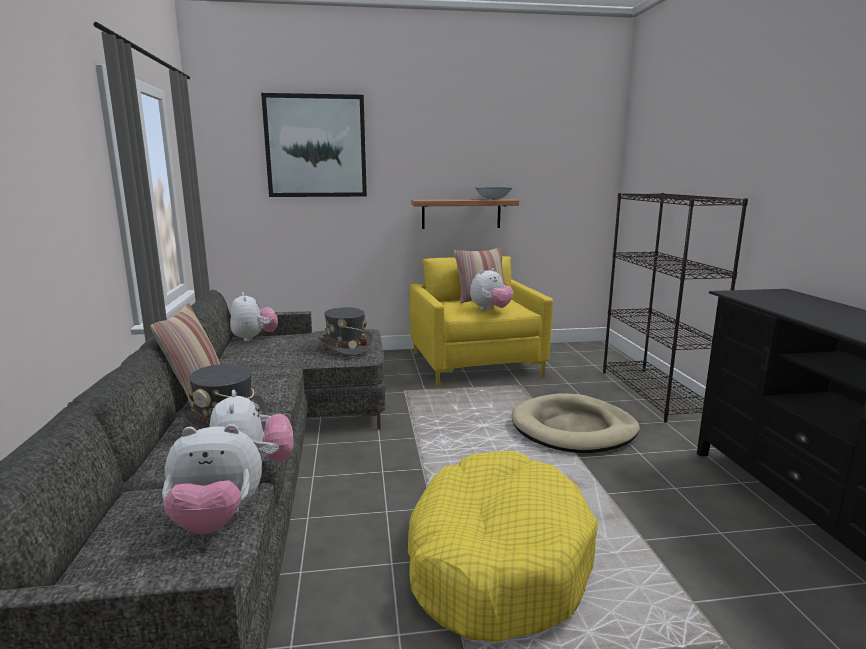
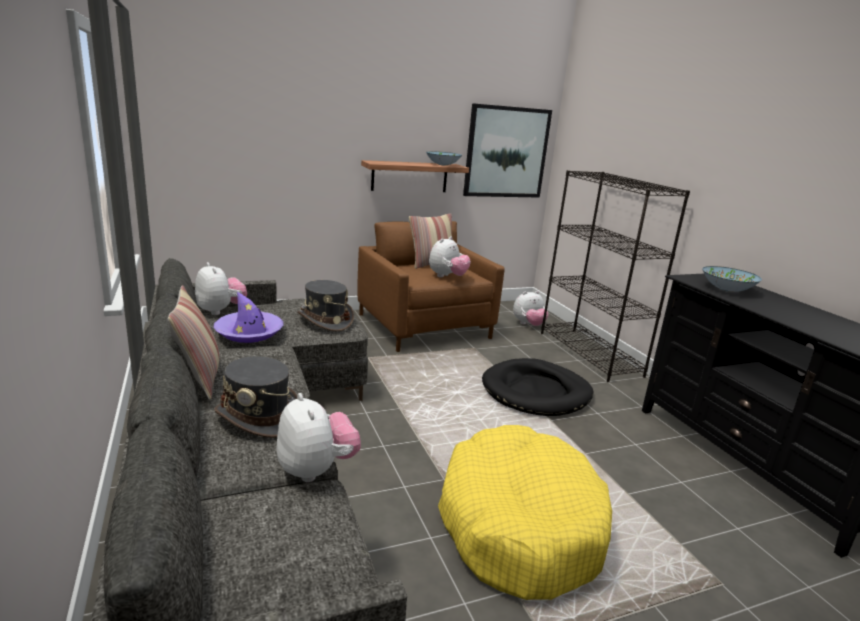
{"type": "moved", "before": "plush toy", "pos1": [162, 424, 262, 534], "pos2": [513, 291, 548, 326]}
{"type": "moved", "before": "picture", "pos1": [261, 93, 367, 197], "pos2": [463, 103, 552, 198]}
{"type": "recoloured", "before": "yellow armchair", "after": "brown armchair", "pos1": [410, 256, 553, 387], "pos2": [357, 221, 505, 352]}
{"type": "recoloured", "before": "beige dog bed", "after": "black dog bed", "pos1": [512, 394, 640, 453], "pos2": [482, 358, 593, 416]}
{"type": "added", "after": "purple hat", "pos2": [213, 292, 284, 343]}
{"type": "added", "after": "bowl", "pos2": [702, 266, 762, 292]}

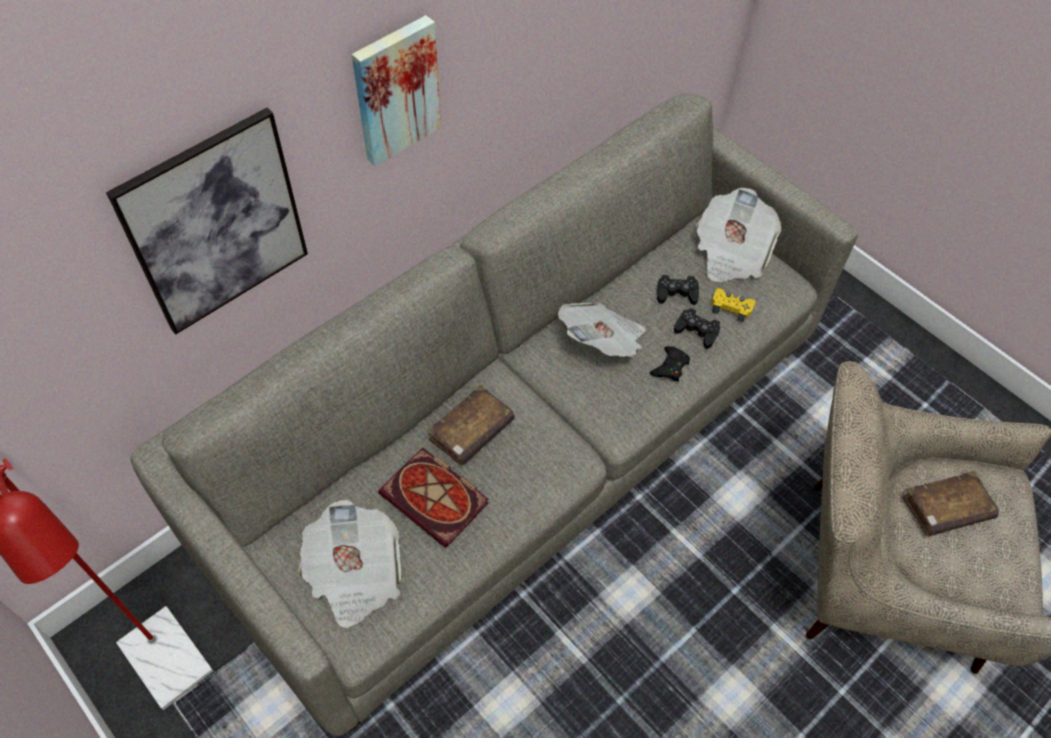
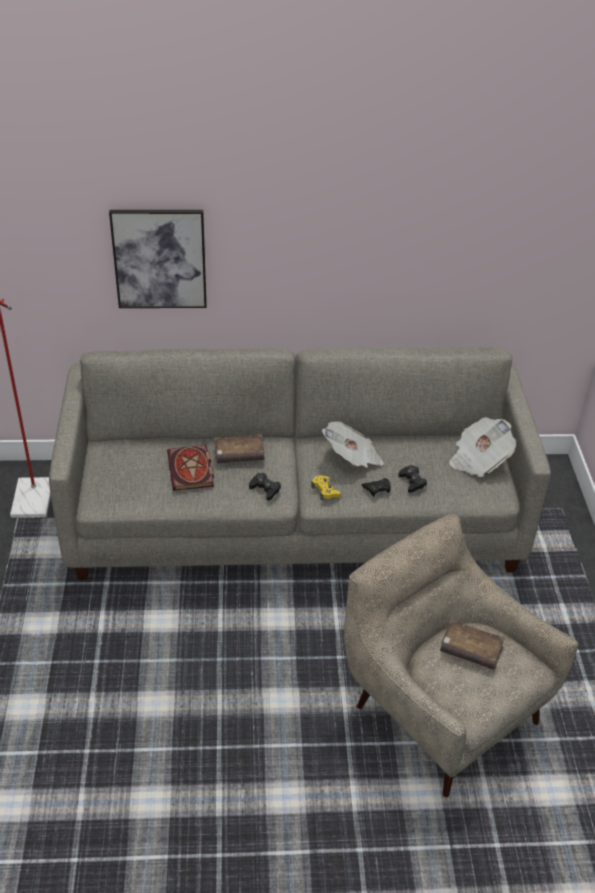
{"type": "removed", "before": "newspaper", "pos1": [299, 500, 401, 628]}
{"type": "removed", "before": "picture", "pos1": [352, 15, 441, 166]}
{"type": "moved", "before": "black game controller", "pos1": [657, 275, 699, 305], "pos2": [249, 473, 281, 500]}
{"type": "moved", "before": "yellow game controller", "pos1": [712, 288, 756, 322], "pos2": [311, 475, 341, 500]}

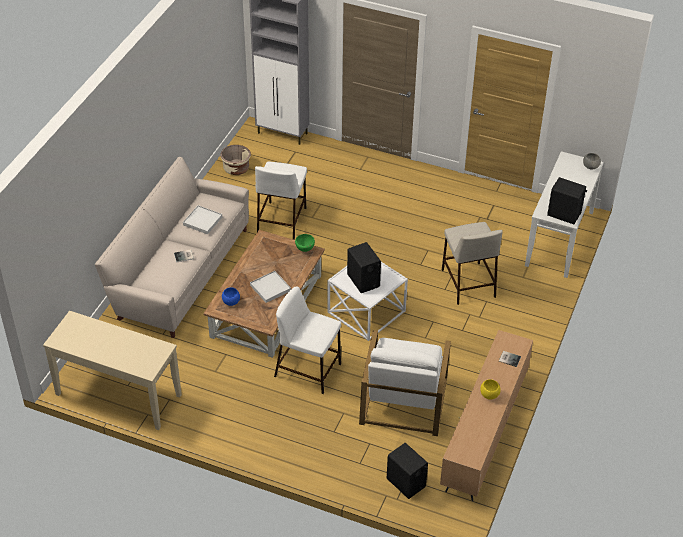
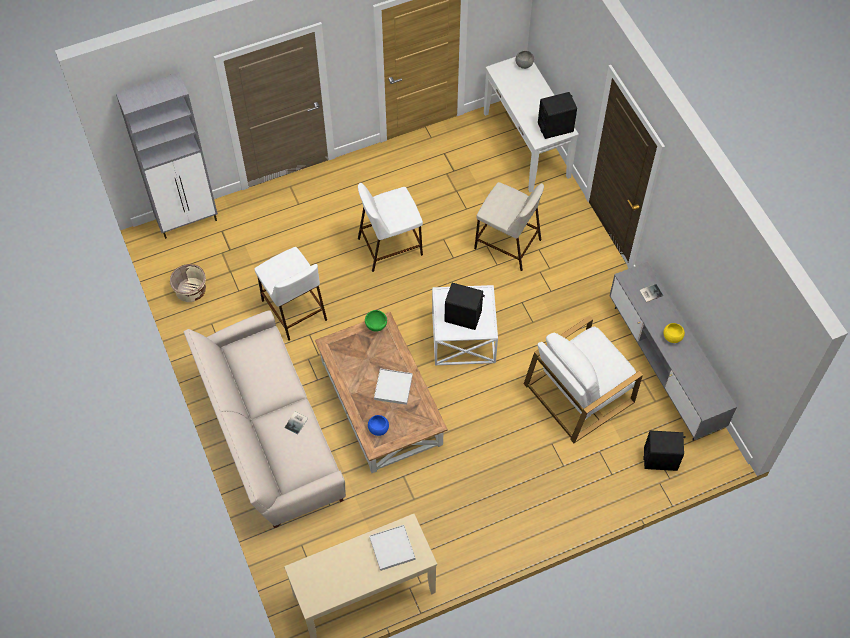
{"type": "moved", "before": "white tray", "pos1": [183, 205, 222, 234], "pos2": [369, 525, 415, 571]}
{"type": "moved", "before": "white stool", "pos1": [274, 286, 341, 394], "pos2": [358, 183, 423, 272]}
{"type": "turned", "before": "white armchair", "pos1": [359, 330, 451, 436], "pos2": [524, 315, 643, 443], "turn": 90}
{"type": "recoloured", "before": "brown tv stand", "after": "grey tv stand", "pos1": [440, 330, 533, 501], "pos2": [610, 262, 737, 441]}

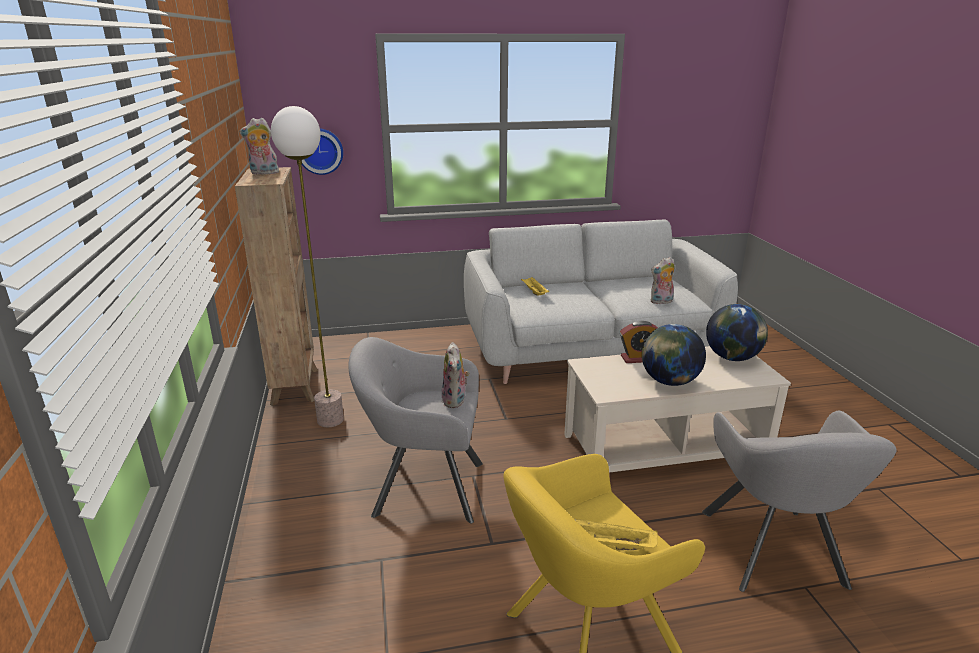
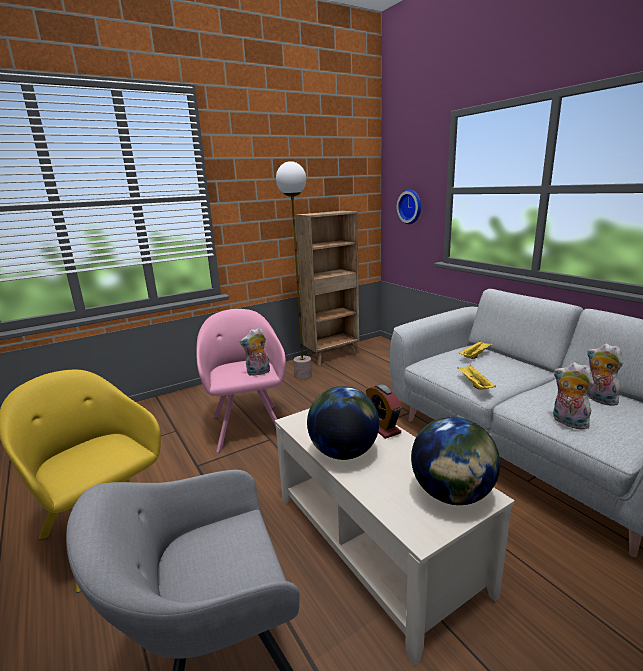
{"type": "moved", "before": "plush toy", "pos1": [239, 118, 279, 175], "pos2": [587, 343, 623, 406]}
{"type": "recoloured", "before": "grey armchair", "after": "pink armchair", "pos1": [348, 337, 483, 523], "pos2": [196, 309, 286, 453]}
{"type": "moved", "before": "yellow tray", "pos1": [574, 518, 658, 550], "pos2": [458, 365, 496, 390]}

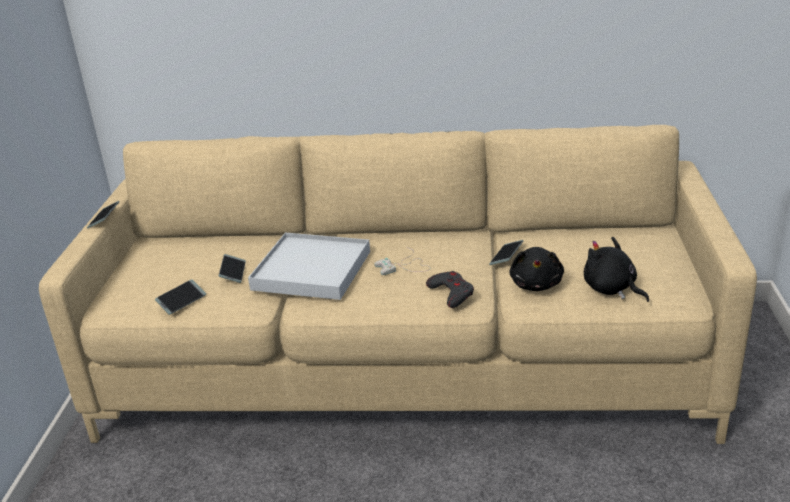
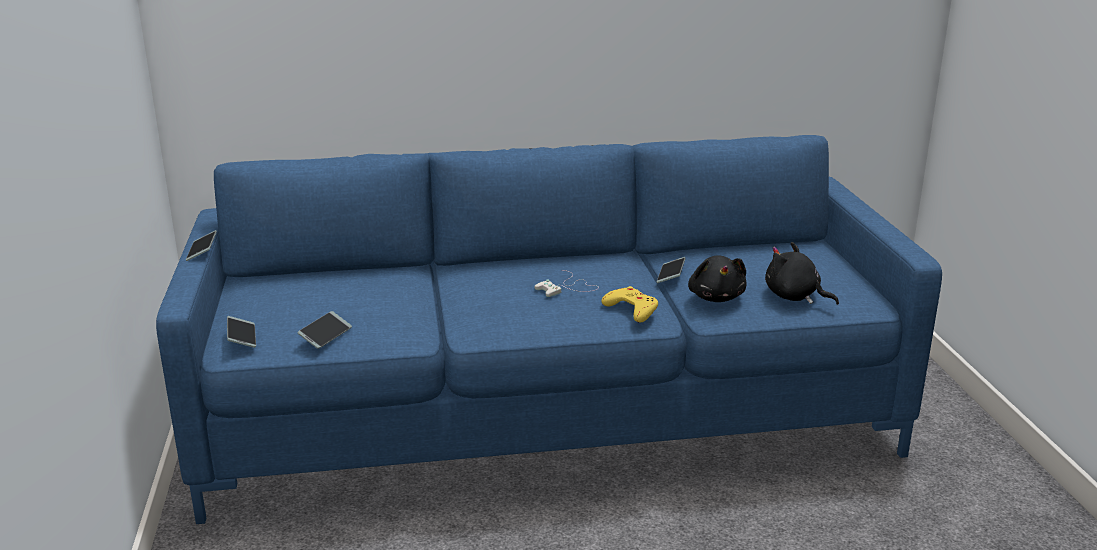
{"type": "recoloured", "before": "beige sofa", "after": "blue sofa", "pos1": [39, 125, 757, 444], "pos2": [156, 135, 942, 524]}
{"type": "moved", "before": "phone", "pos1": [219, 254, 246, 283], "pos2": [227, 316, 256, 348]}
{"type": "removed", "before": "white tray", "pos1": [248, 233, 370, 300]}
{"type": "recoloured", "before": "grey game controller", "after": "yellow game controller", "pos1": [426, 271, 474, 308], "pos2": [601, 286, 658, 322]}

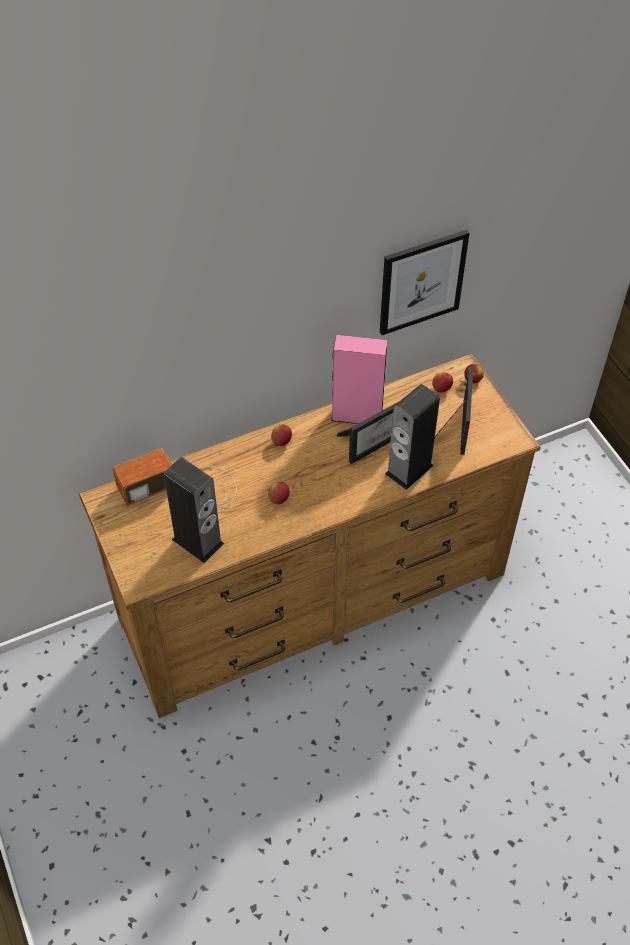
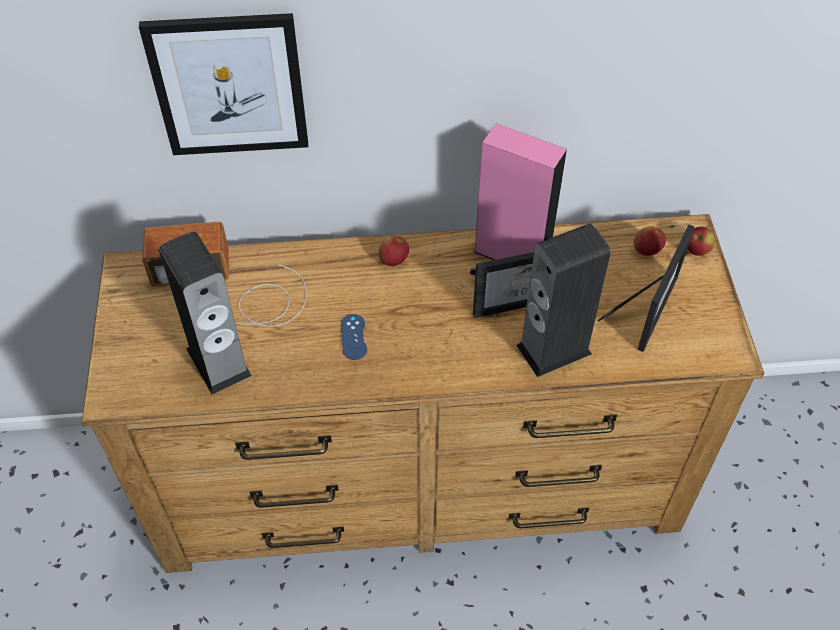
{"type": "replaced", "before": "apple", "after": "blue game controller", "pos1": [268, 482, 290, 504], "pos2": [341, 314, 367, 360]}
{"type": "moved", "before": "picture", "pos1": [380, 230, 469, 335], "pos2": [139, 13, 308, 155]}

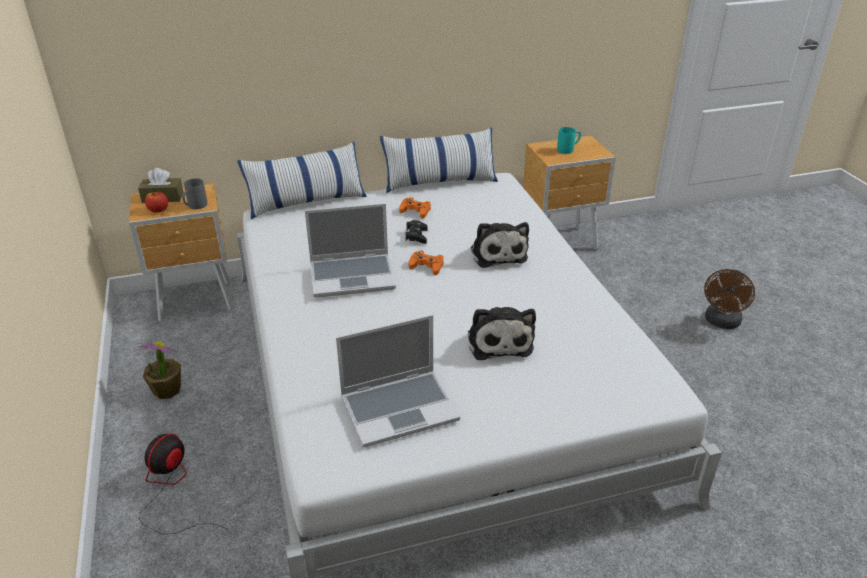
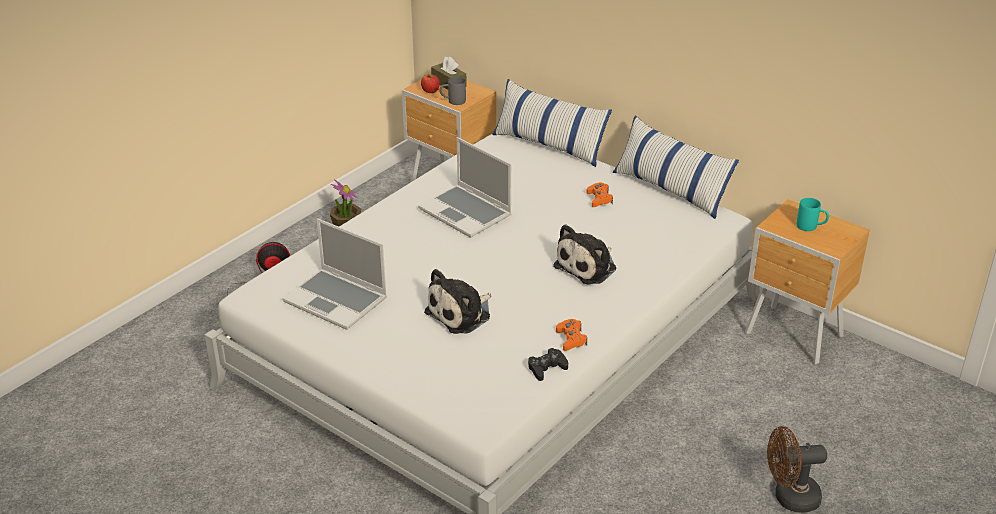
{"type": "moved", "before": "black game controller", "pos1": [405, 220, 428, 244], "pos2": [528, 348, 568, 381]}
{"type": "moved", "before": "orange game controller", "pos1": [409, 250, 444, 275], "pos2": [556, 319, 587, 351]}

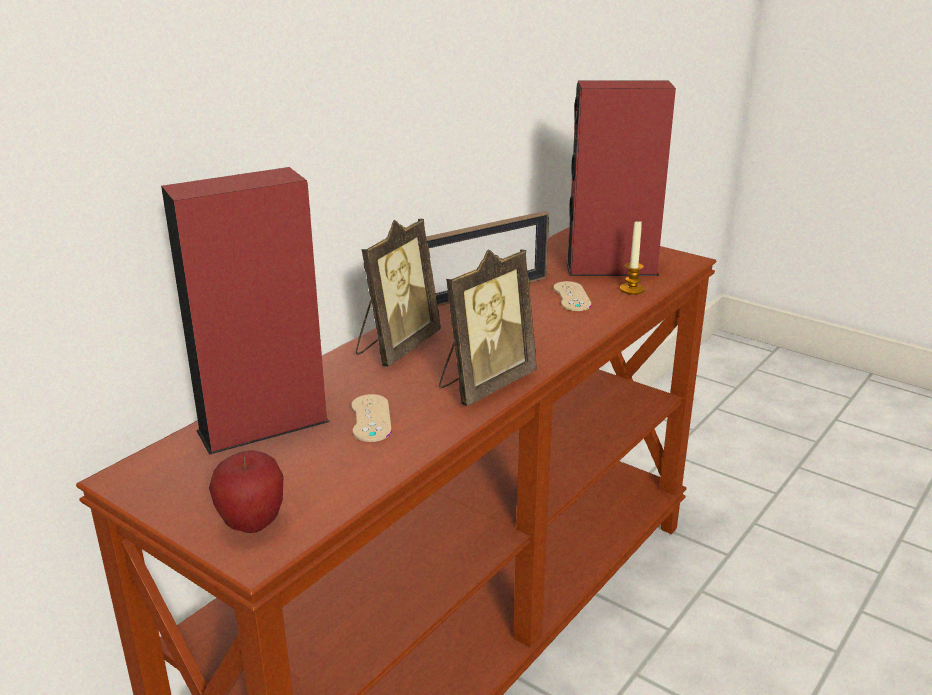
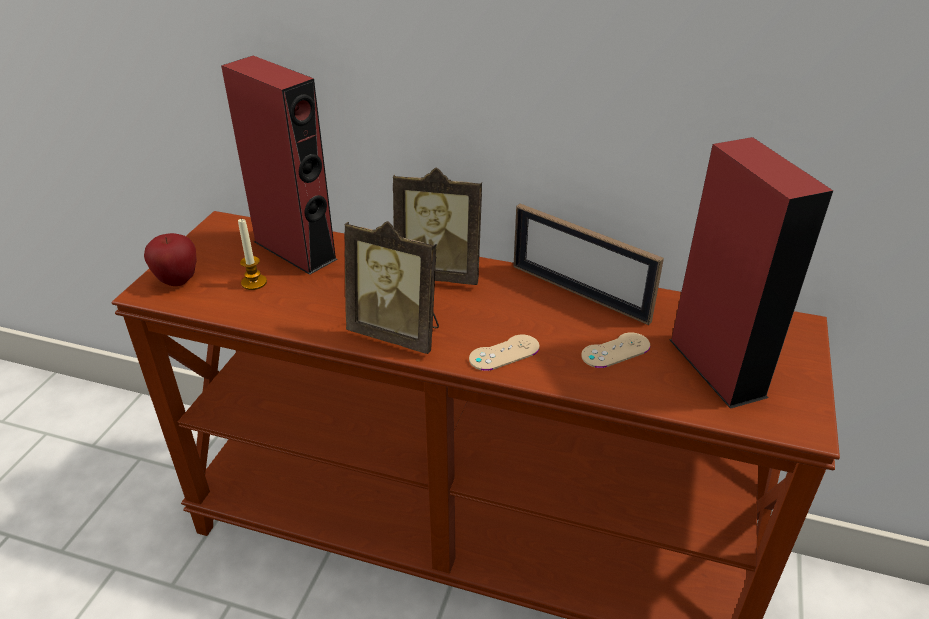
{"type": "moved", "before": "beige game controller", "pos1": [351, 394, 392, 442], "pos2": [469, 335, 539, 371]}
{"type": "moved", "before": "candle", "pos1": [620, 221, 645, 295], "pos2": [238, 218, 267, 290]}

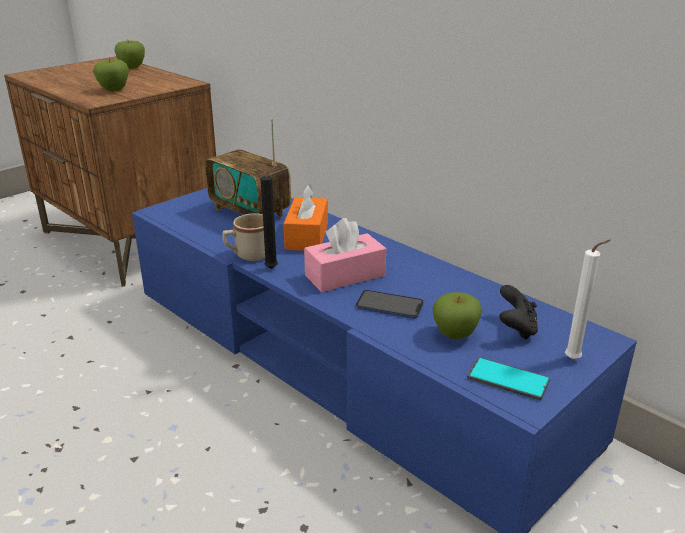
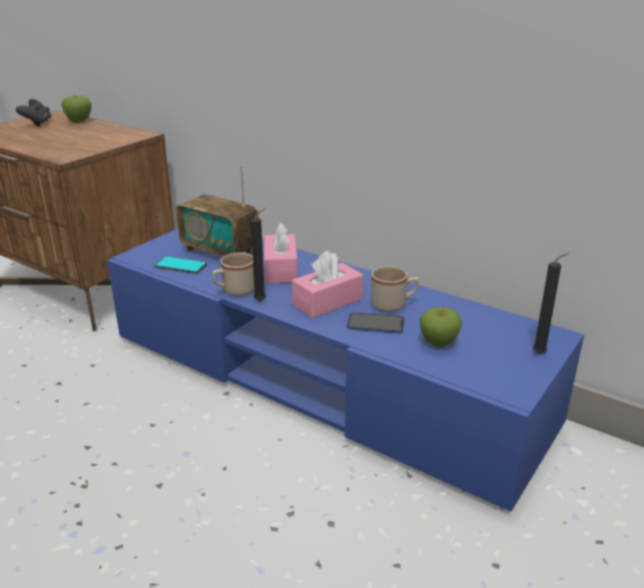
{"type": "removed", "before": "apple", "pos1": [93, 59, 129, 91]}
{"type": "recoloured", "before": "orange tissue box", "after": "pink tissue box", "pos1": [284, 184, 328, 251], "pos2": [264, 223, 298, 283]}
{"type": "moved", "before": "phone", "pos1": [467, 357, 550, 401], "pos2": [154, 256, 207, 274]}
{"type": "moved", "before": "black game controller", "pos1": [499, 285, 538, 340], "pos2": [16, 99, 51, 126]}
{"type": "recoloured", "before": "white candle", "after": "black candle", "pos1": [565, 240, 611, 359], "pos2": [533, 253, 569, 354]}
{"type": "added", "after": "beige mug", "pos2": [371, 266, 419, 312]}

